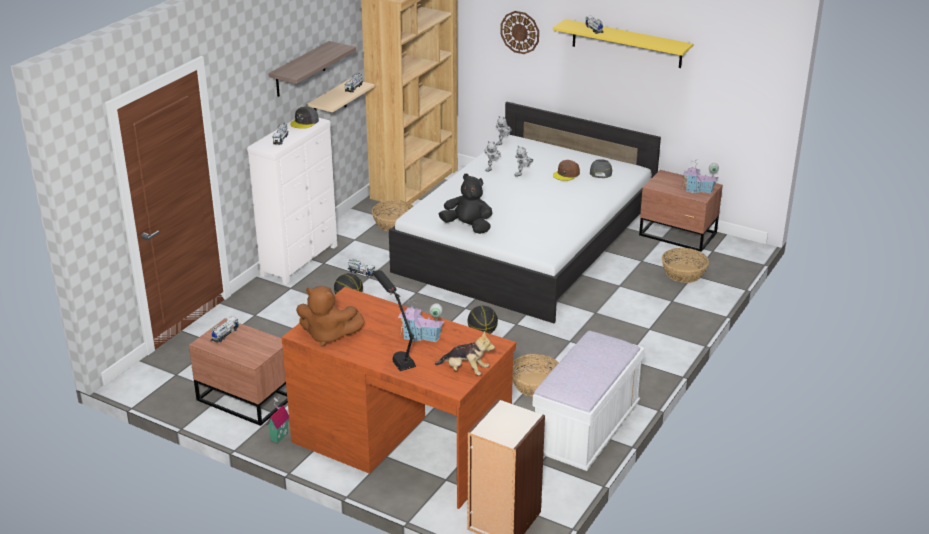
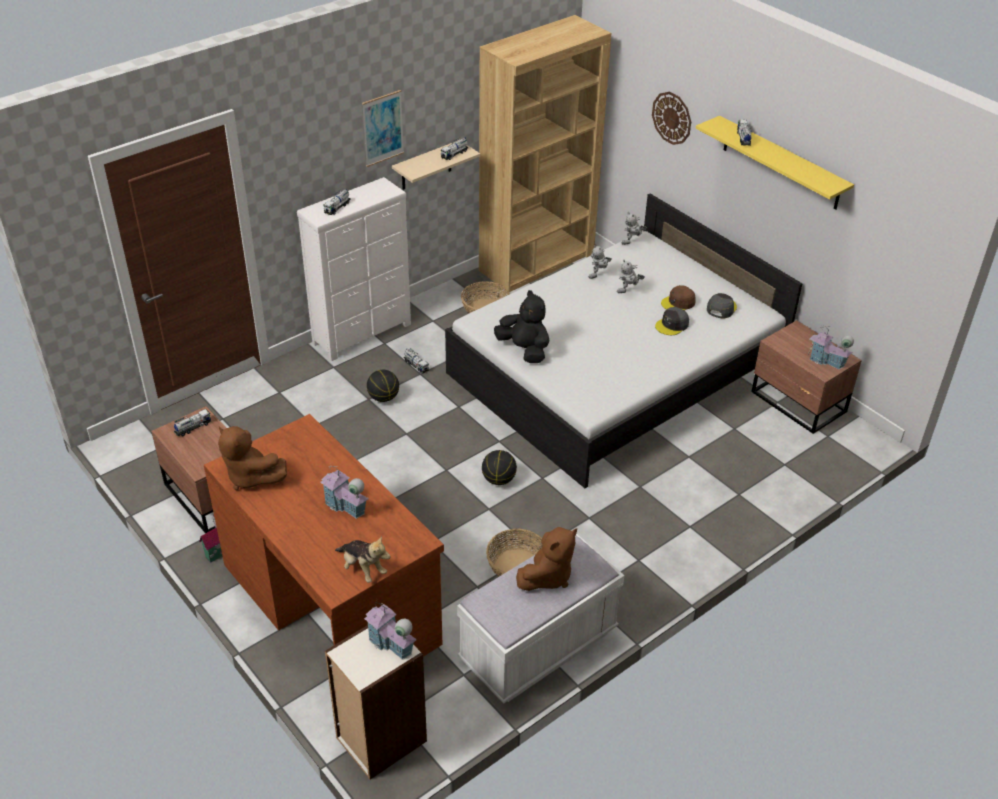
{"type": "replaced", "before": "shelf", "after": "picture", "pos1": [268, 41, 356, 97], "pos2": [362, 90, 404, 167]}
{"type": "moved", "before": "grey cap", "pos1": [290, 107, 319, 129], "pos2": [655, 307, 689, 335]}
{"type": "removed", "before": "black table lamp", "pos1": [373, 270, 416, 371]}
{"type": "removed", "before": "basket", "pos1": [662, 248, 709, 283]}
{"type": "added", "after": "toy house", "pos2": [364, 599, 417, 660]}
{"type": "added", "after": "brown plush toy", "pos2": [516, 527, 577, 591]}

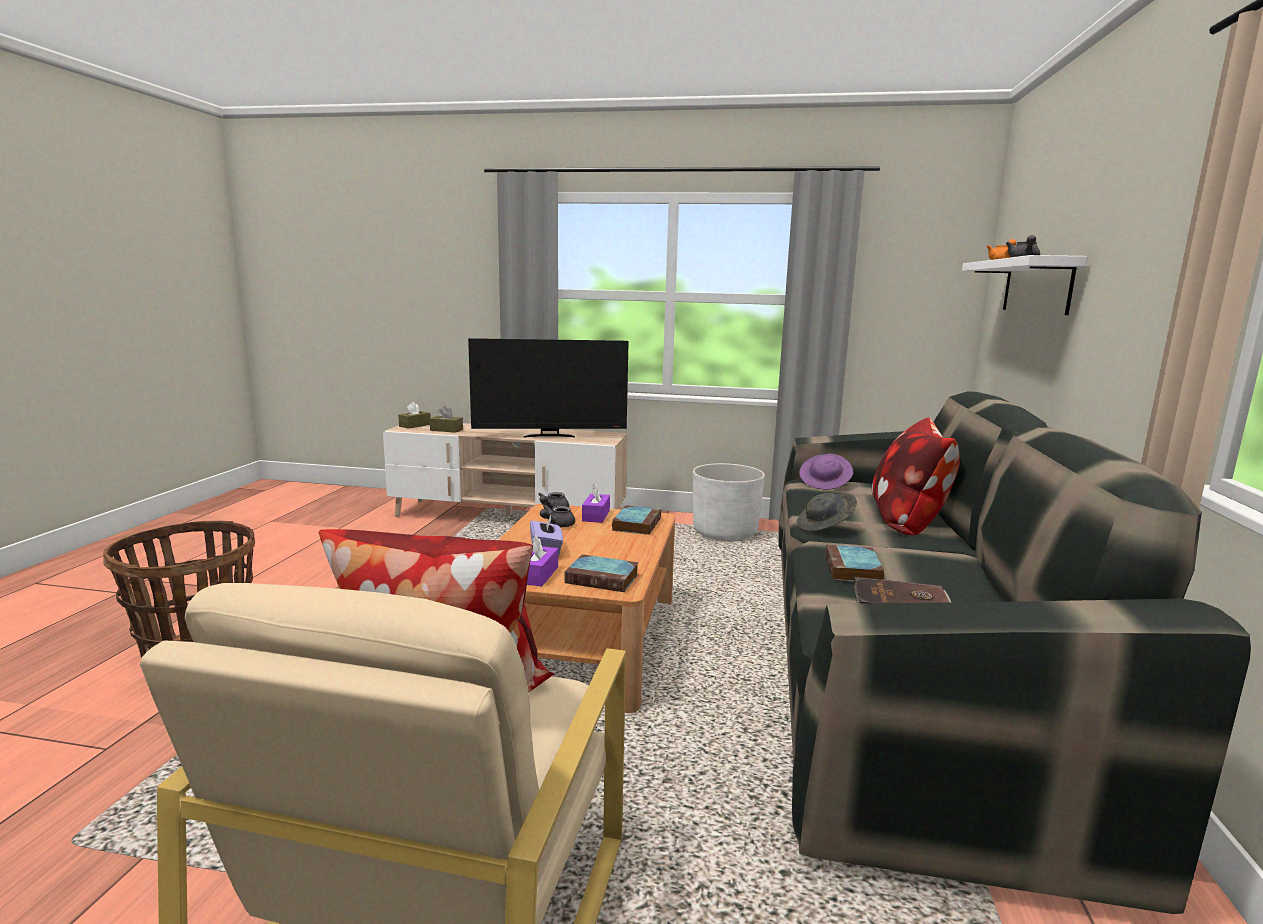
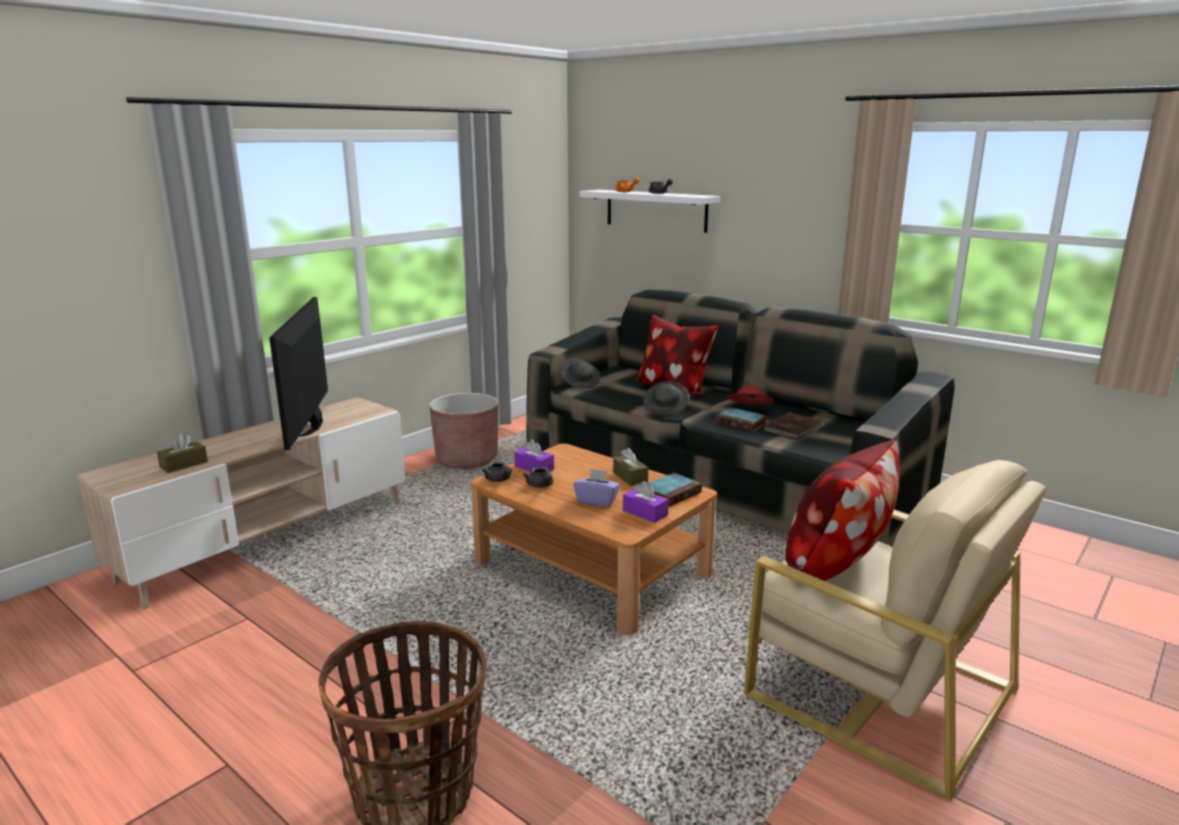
{"type": "moved", "before": "brown tissue box", "pos1": [398, 402, 431, 429], "pos2": [613, 448, 648, 486]}
{"type": "turned", "before": "television", "pos1": [468, 338, 629, 438], "pos2": [269, 297, 328, 450], "turn": 150}
{"type": "removed", "before": "book", "pos1": [612, 505, 661, 535]}
{"type": "recoloured", "before": "white planter", "after": "brown planter", "pos1": [693, 463, 765, 541], "pos2": [429, 393, 498, 469]}
{"type": "recoloured", "before": "purple hat", "after": "grey hat", "pos1": [799, 454, 853, 490], "pos2": [560, 359, 600, 389]}
{"type": "added", "after": "red hat", "pos2": [727, 385, 774, 404]}

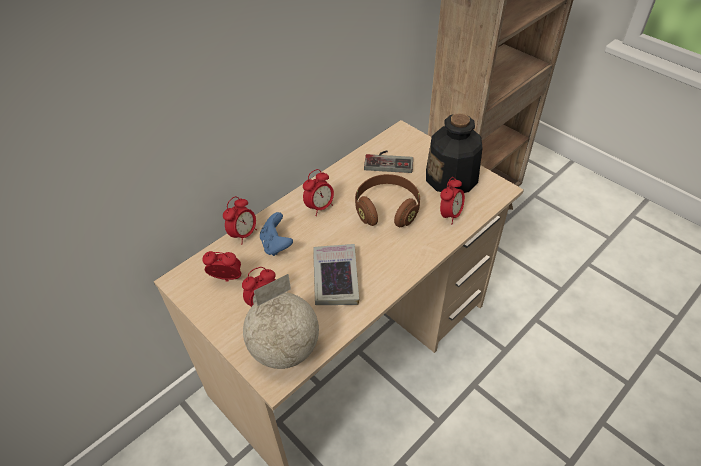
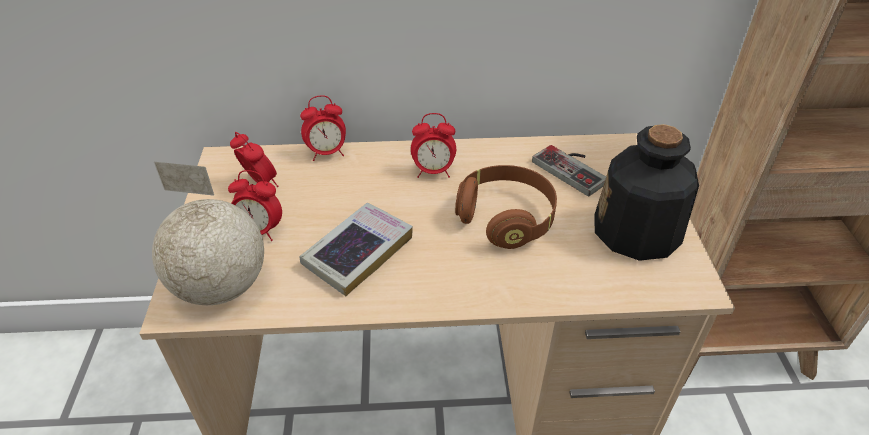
{"type": "removed", "before": "blue game controller", "pos1": [260, 212, 293, 256]}
{"type": "removed", "before": "alarm clock", "pos1": [440, 177, 465, 223]}

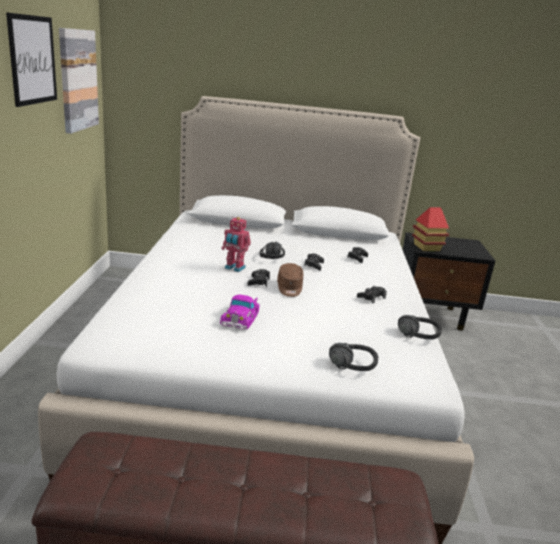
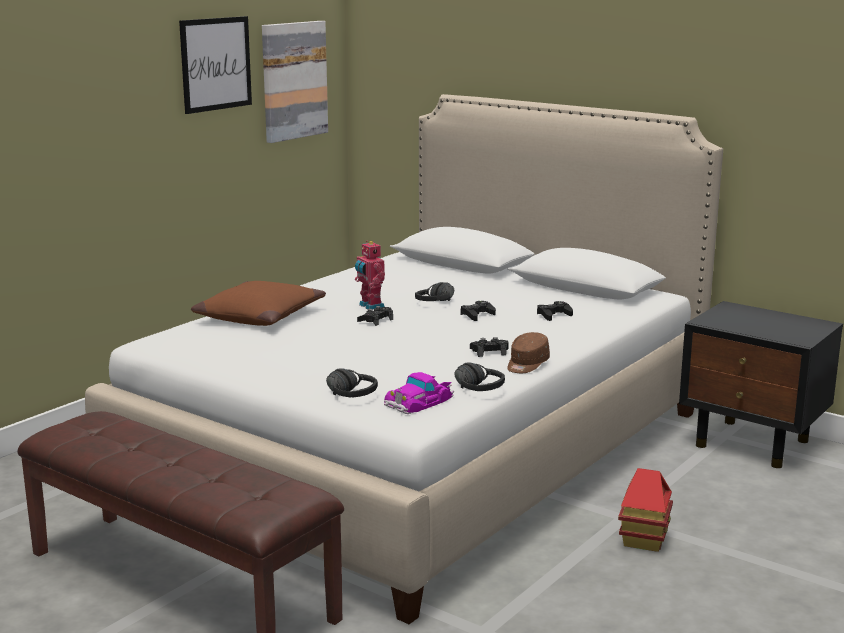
{"type": "moved", "before": "toy car", "pos1": [220, 294, 260, 330], "pos2": [384, 372, 454, 414]}
{"type": "moved", "before": "brown cap", "pos1": [277, 263, 303, 297], "pos2": [507, 332, 550, 373]}
{"type": "moved", "before": "toy house", "pos1": [412, 207, 449, 251], "pos2": [618, 468, 673, 552]}
{"type": "added", "after": "brown pillow", "pos2": [191, 281, 326, 326]}

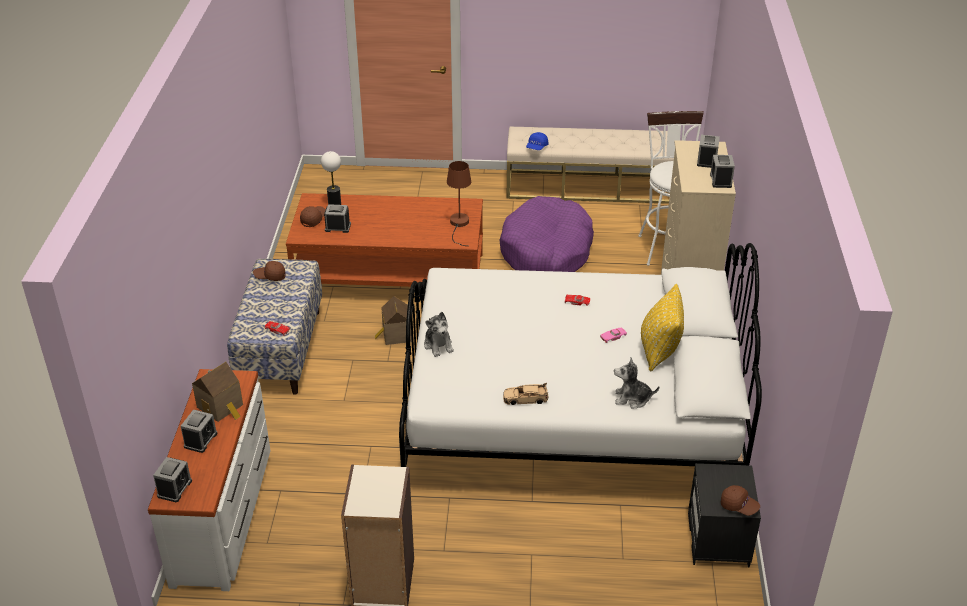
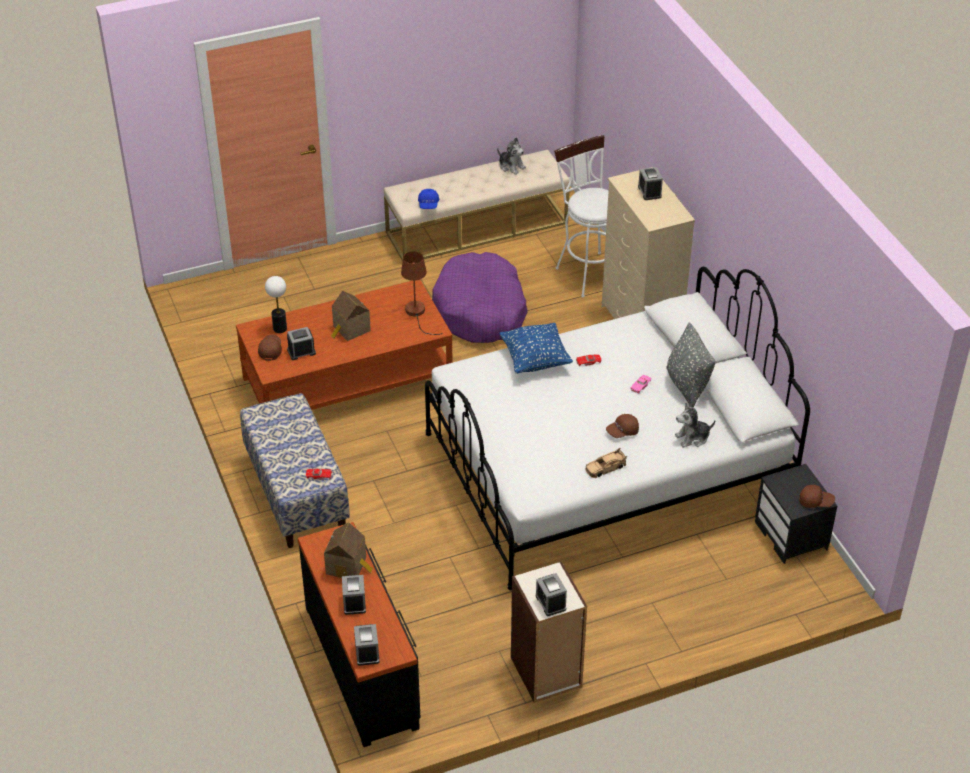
{"type": "recoloured", "before": "white dresser", "after": "black dresser", "pos1": [148, 369, 271, 591], "pos2": [298, 522, 420, 747]}
{"type": "moved", "before": "brown cap", "pos1": [253, 261, 286, 281], "pos2": [606, 414, 639, 438]}
{"type": "moved", "before": "toy house", "pos1": [375, 296, 412, 345], "pos2": [331, 291, 371, 341]}
{"type": "moved", "before": "plush toy", "pos1": [424, 312, 454, 357], "pos2": [497, 138, 526, 175]}
{"type": "recoloured", "before": "yellow pillow", "after": "grey pillow", "pos1": [641, 284, 684, 371], "pos2": [666, 322, 716, 407]}
{"type": "moved", "before": "alarm clock", "pos1": [710, 155, 735, 188], "pos2": [535, 573, 567, 616]}
{"type": "added", "after": "blue pillow", "pos2": [499, 323, 573, 374]}

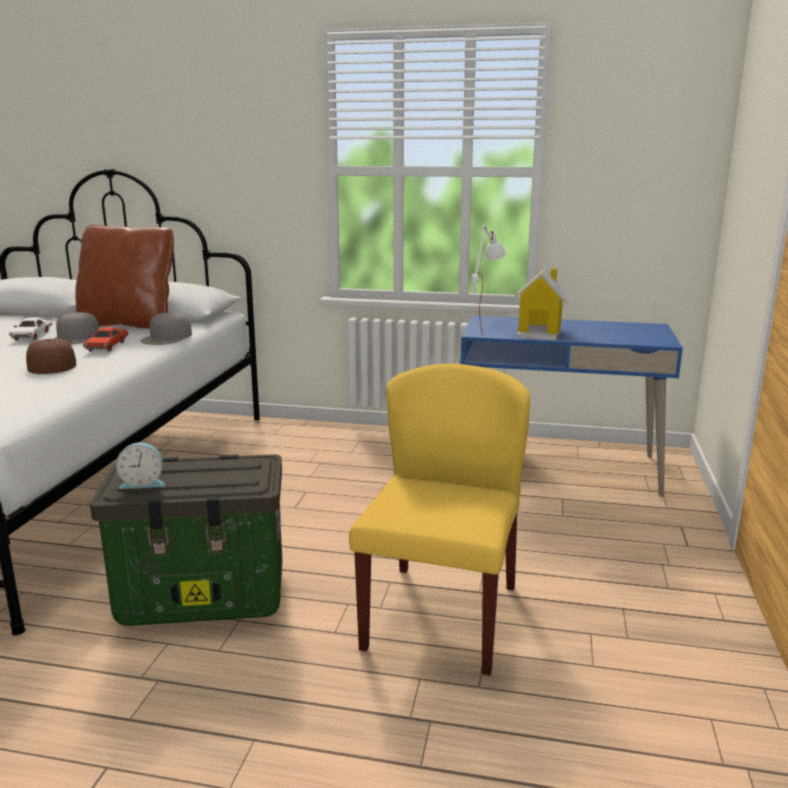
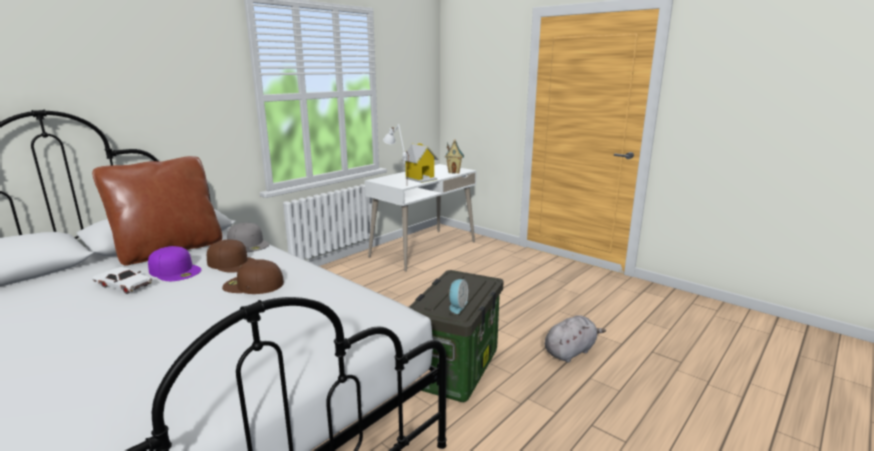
{"type": "recoloured", "before": "grey cap", "after": "purple cap", "pos1": [53, 312, 99, 345], "pos2": [148, 246, 201, 281]}
{"type": "replaced", "before": "red toy car", "after": "brown cap", "pos1": [83, 327, 128, 352], "pos2": [207, 239, 256, 273]}
{"type": "removed", "before": "yellow chair", "pos1": [349, 363, 530, 676]}
{"type": "recoloured", "before": "blue desk", "after": "white desk", "pos1": [461, 316, 683, 496], "pos2": [365, 164, 477, 272]}
{"type": "added", "after": "toy house", "pos2": [445, 139, 464, 174]}
{"type": "added", "after": "grey plush toy", "pos2": [545, 315, 606, 363]}

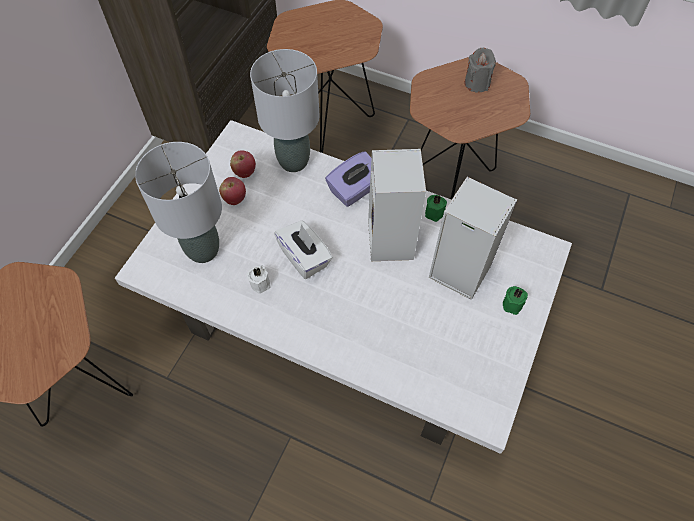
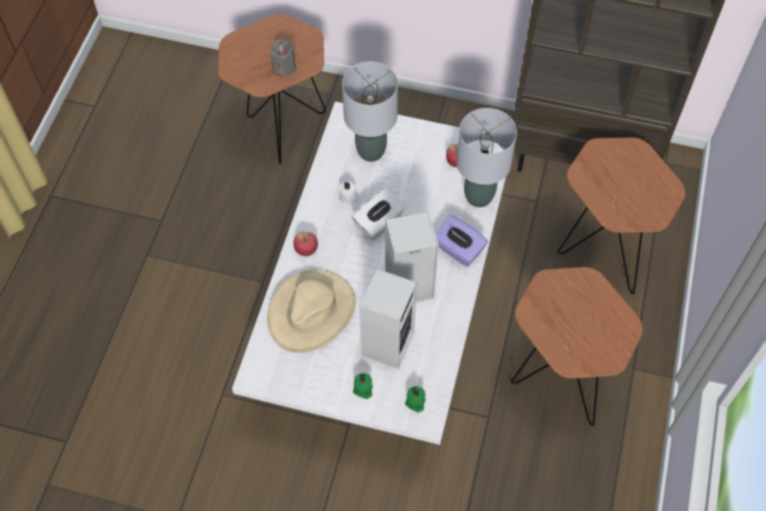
{"type": "moved", "before": "apple", "pos1": [219, 177, 246, 205], "pos2": [293, 232, 318, 256]}
{"type": "moved", "before": "green candle", "pos1": [425, 195, 447, 222], "pos2": [405, 386, 426, 413]}
{"type": "moved", "before": "grey candle", "pos1": [465, 48, 496, 93], "pos2": [270, 39, 296, 76]}
{"type": "added", "after": "beige hat", "pos2": [267, 269, 356, 353]}

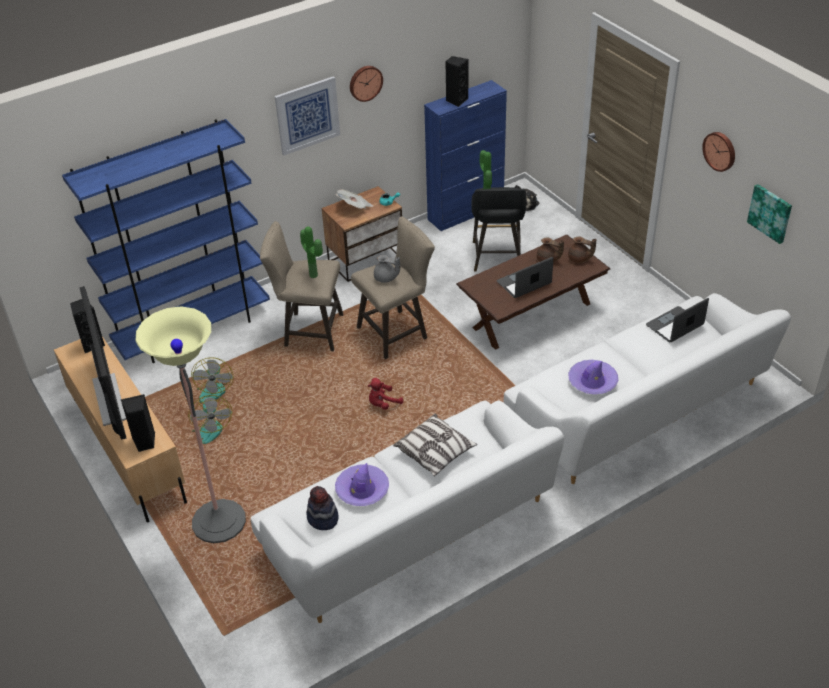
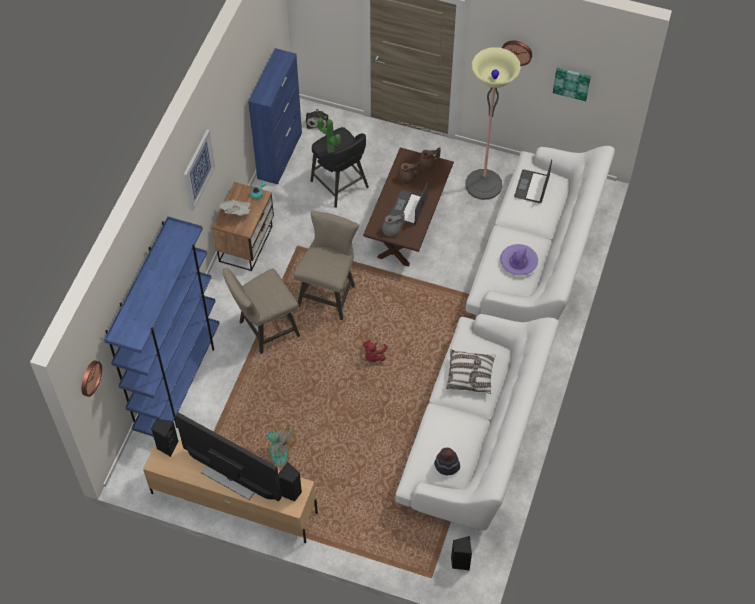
{"type": "moved", "before": "floor lamp", "pos1": [135, 307, 246, 543], "pos2": [465, 47, 521, 200]}
{"type": "removed", "before": "fan", "pos1": [191, 357, 234, 403]}
{"type": "removed", "before": "potted plant", "pos1": [300, 226, 323, 278]}
{"type": "removed", "before": "purple hat", "pos1": [335, 463, 389, 506]}
{"type": "moved", "before": "wall clock", "pos1": [350, 66, 383, 102], "pos2": [81, 360, 102, 397]}
{"type": "moved", "before": "grey teapot", "pos1": [374, 255, 400, 283], "pos2": [382, 213, 405, 237]}
{"type": "moved", "before": "black speaker", "pos1": [445, 56, 469, 107], "pos2": [451, 536, 472, 570]}

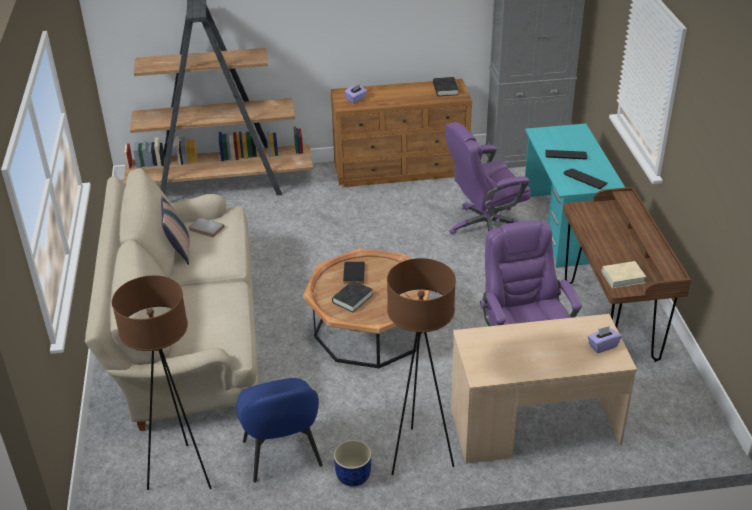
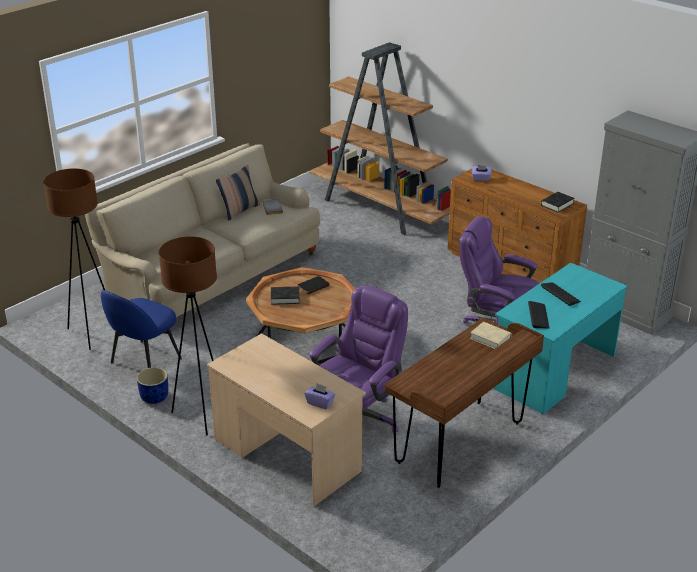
{"type": "moved", "before": "beige book", "pos1": [602, 261, 646, 289], "pos2": [470, 322, 512, 349]}

